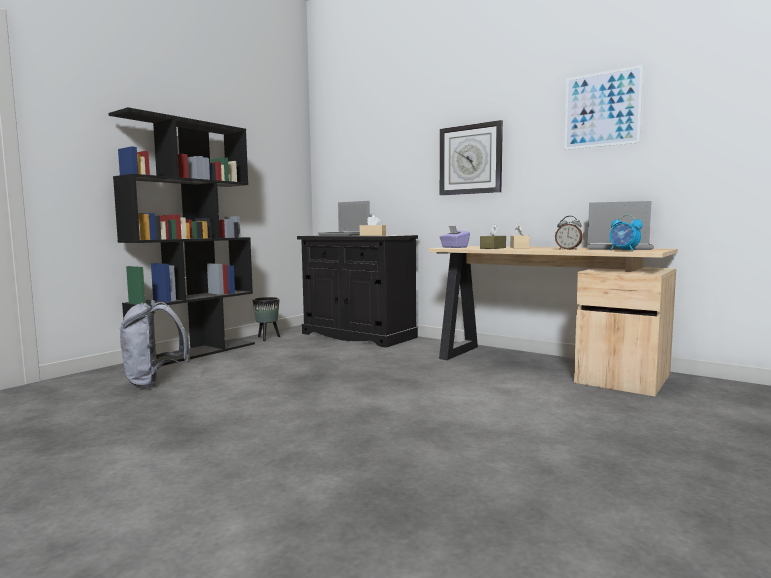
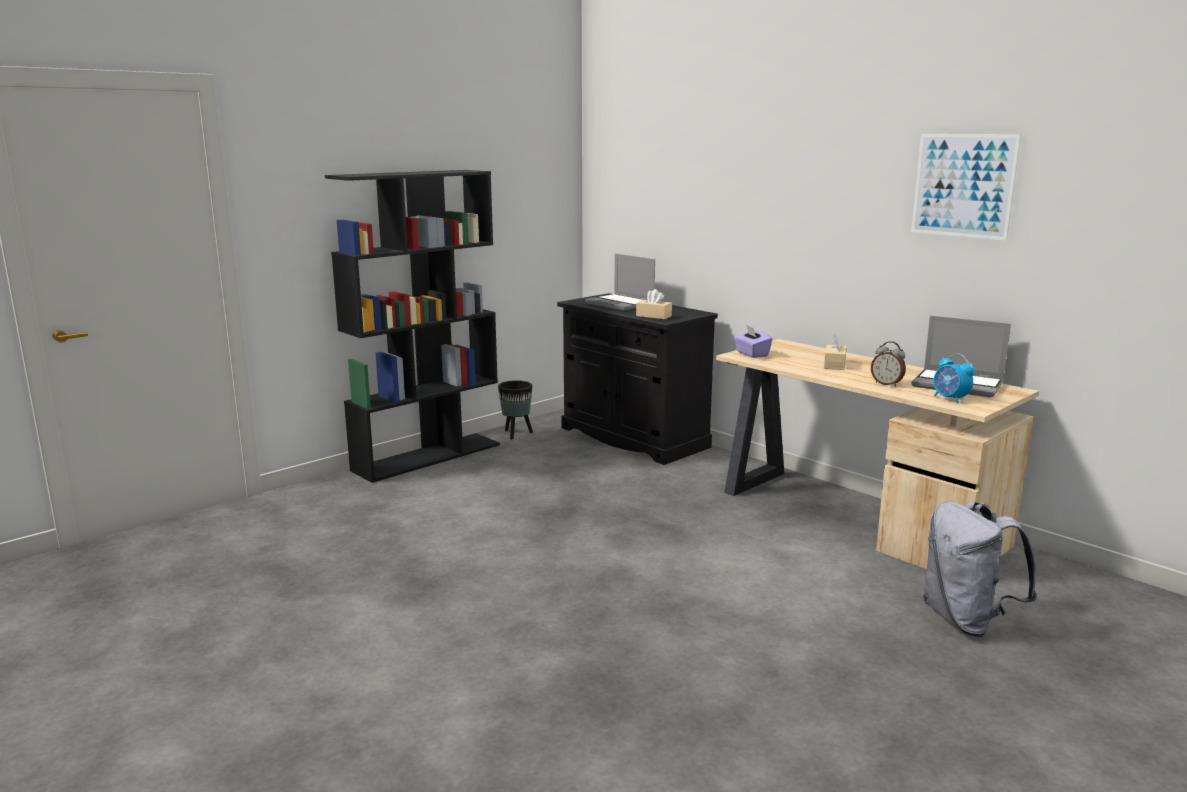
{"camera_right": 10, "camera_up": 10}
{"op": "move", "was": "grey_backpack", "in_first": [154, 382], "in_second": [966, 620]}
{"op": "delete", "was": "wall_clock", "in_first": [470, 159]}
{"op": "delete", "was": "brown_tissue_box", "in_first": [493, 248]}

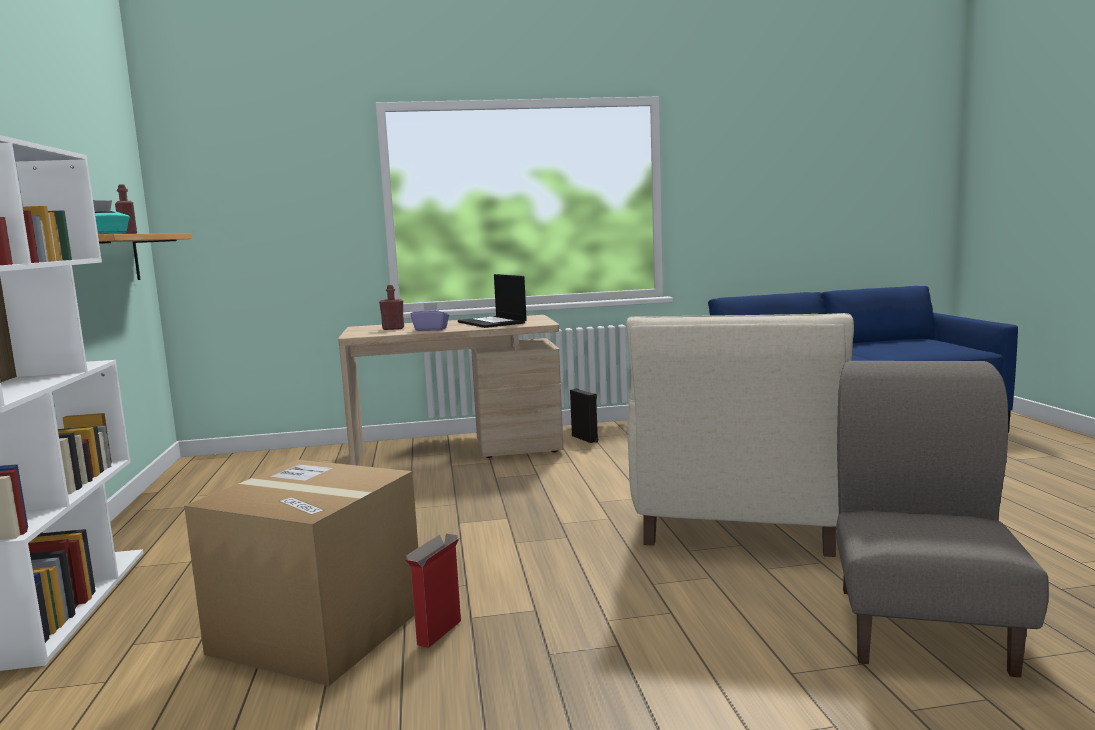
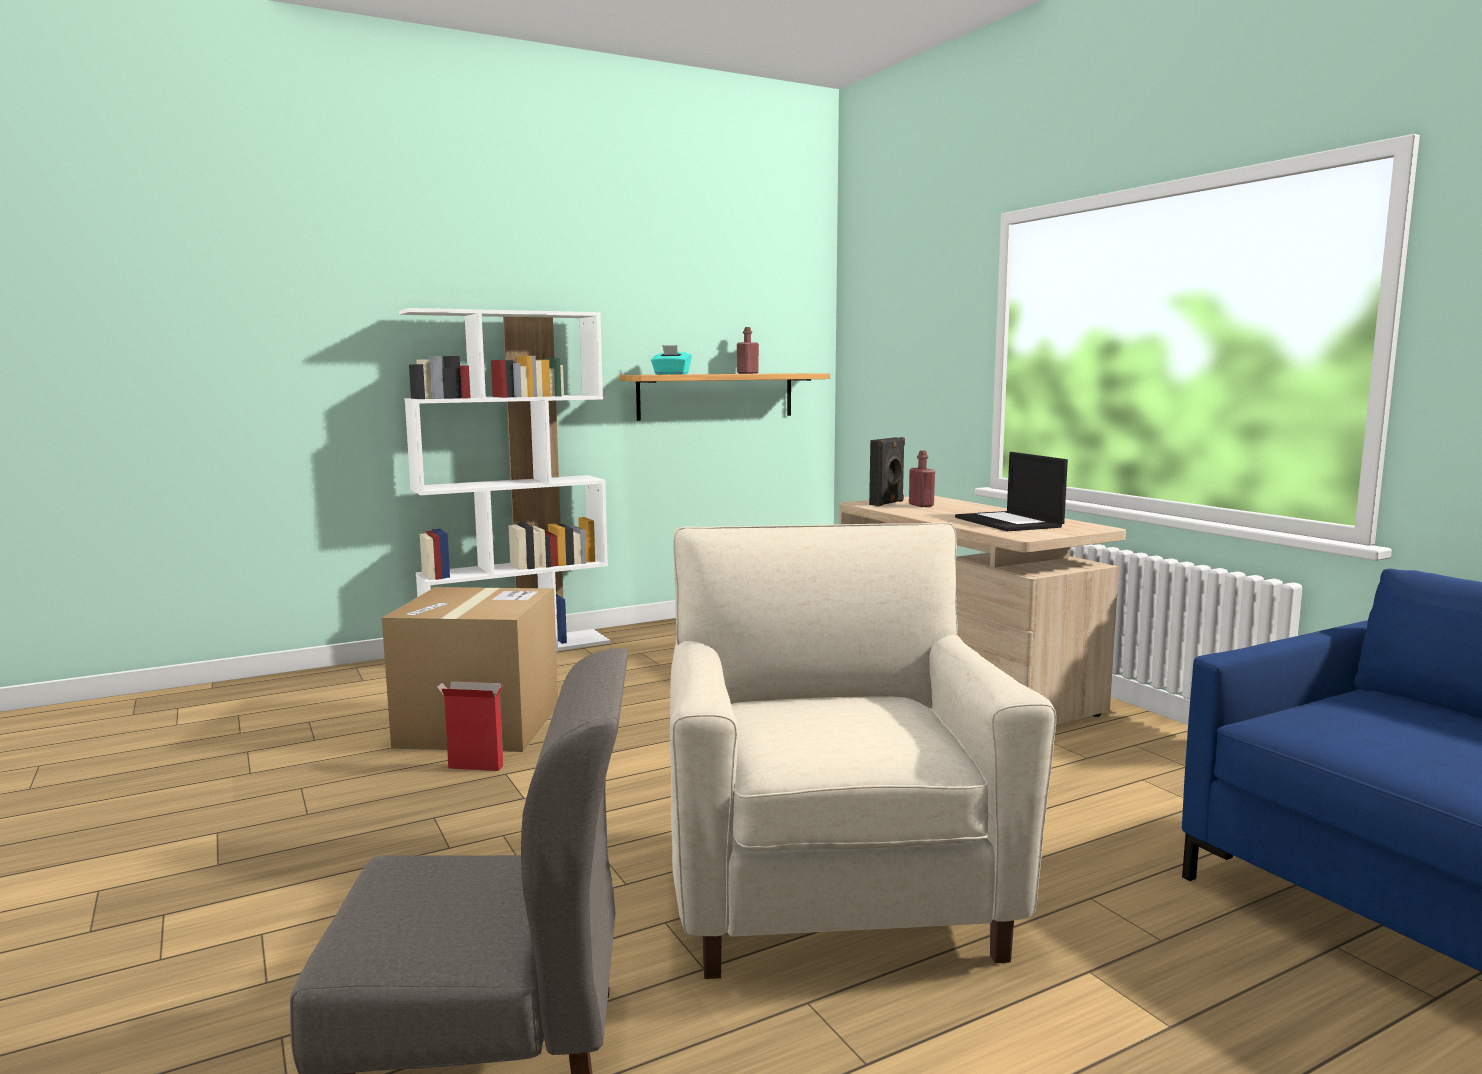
{"camera_right": 70, "camera_up": 0}
{"op": "delete", "was": "purple_tissue_box", "in_first": [431, 329]}
{"op": "rotate", "was": "laptop", "in_first": [492, 322], "in_second": [1010, 522], "clockwise": -60}
{"op": "move", "was": "black_speaker", "in_first": [585, 438], "in_second": [887, 503]}
{"op": "rotate", "was": "beige_armchair", "in_first": [737, 521], "in_second": [834, 889], "clockwise": 90}

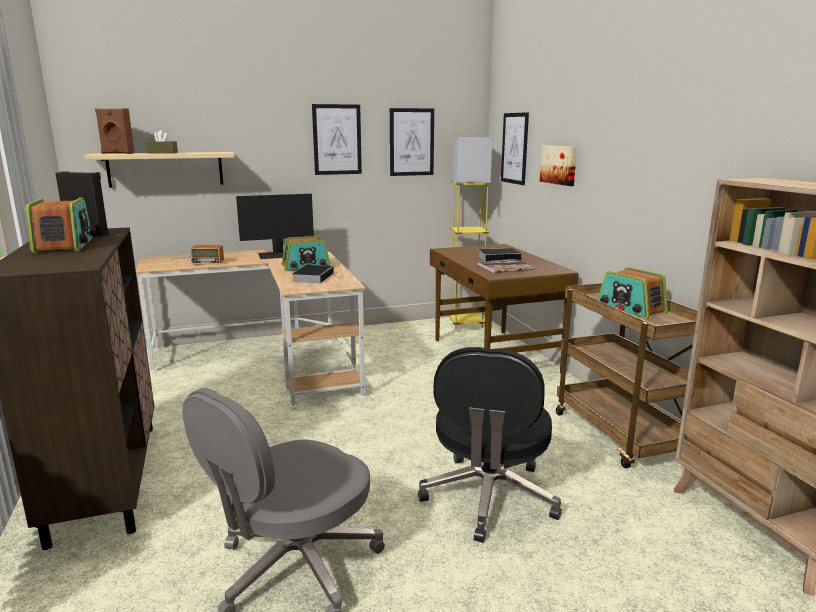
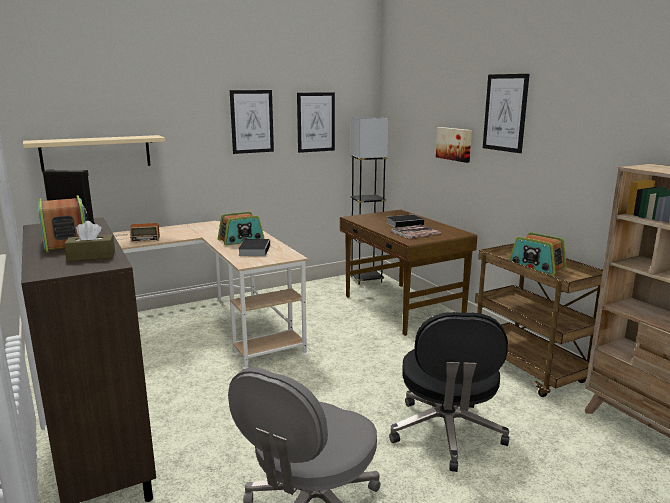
{"camera_right": -10, "camera_up": 0}
{"op": "delete", "was": "brown_speaker", "in_first": [117, 153]}
{"op": "move", "was": "brown_tissue_box", "in_first": [162, 153], "in_second": [91, 256]}
{"op": "delete", "was": "monitor", "in_first": [279, 255]}
{"op": "recolor", "was": "yellow_floor_lamp", "now": "grey_floor_lamp", "in_first": [466, 323], "in_second": [366, 279]}
{"op": "move", "was": "picture", "in_first": [514, 148], "in_second": [505, 113]}

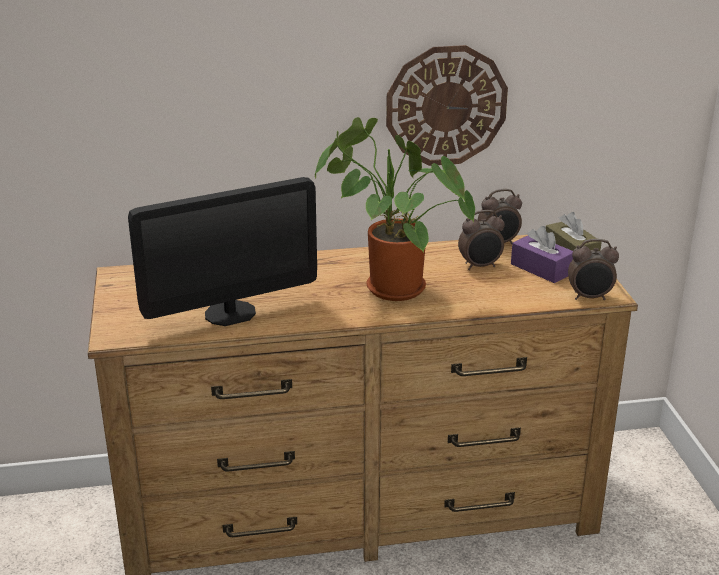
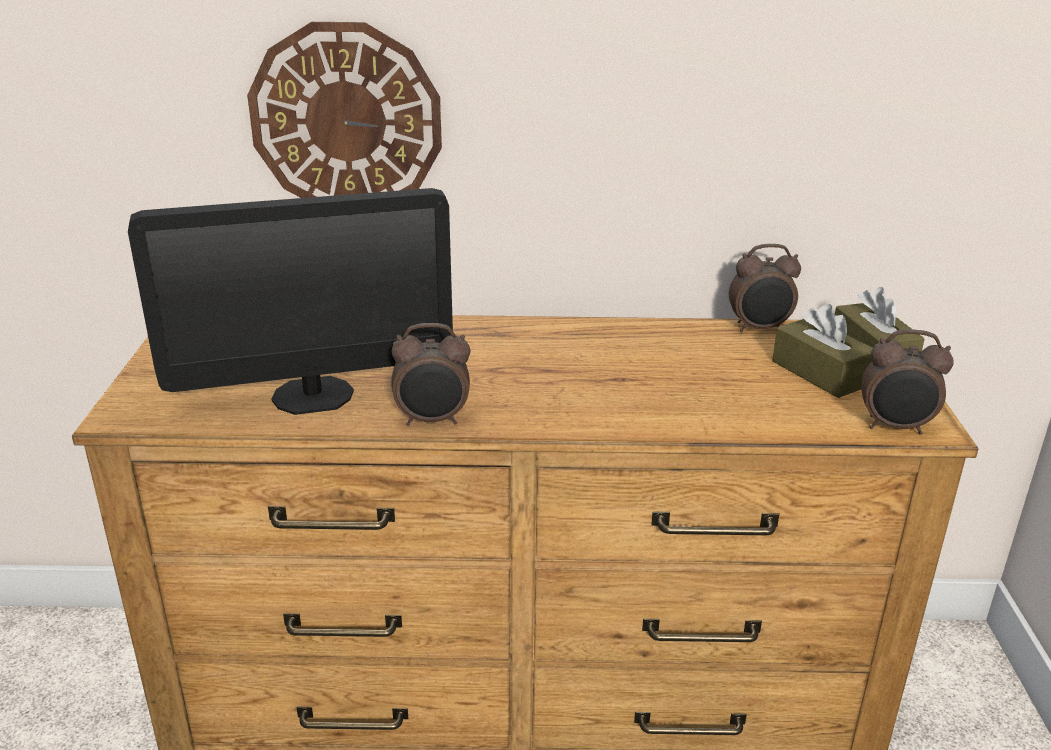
{"camera_right": 10, "camera_up": 0}
{"op": "delete", "was": "potted_plant", "in_first": [388, 288]}
{"op": "move", "was": "wall_clock", "in_first": [446, 106], "in_second": [346, 120]}
{"op": "move", "was": "alarm_clock", "in_first": [480, 266], "in_second": [432, 420]}
{"op": "recolor", "was": "purple_tissue_box", "now": "brown_tissue_box", "in_first": [541, 269], "in_second": [820, 373]}

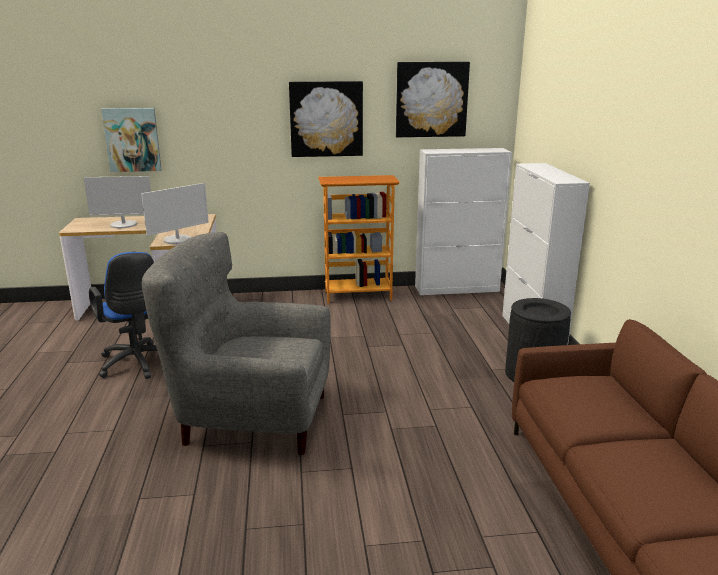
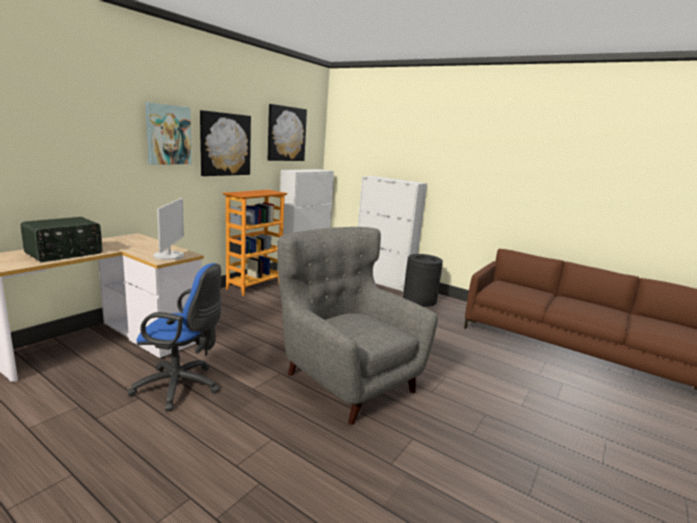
{"camera_right": -50, "camera_up": -5}
{"op": "replace", "was": "monitor", "now": "radio", "in_first": [124, 225], "in_second": [65, 253]}
{"op": "move", "was": "picture", "in_first": [132, 140], "in_second": [168, 134]}
{"op": "rotate", "was": "grey_armchair", "in_first": [250, 418], "in_second": [347, 380], "clockwise": 90}

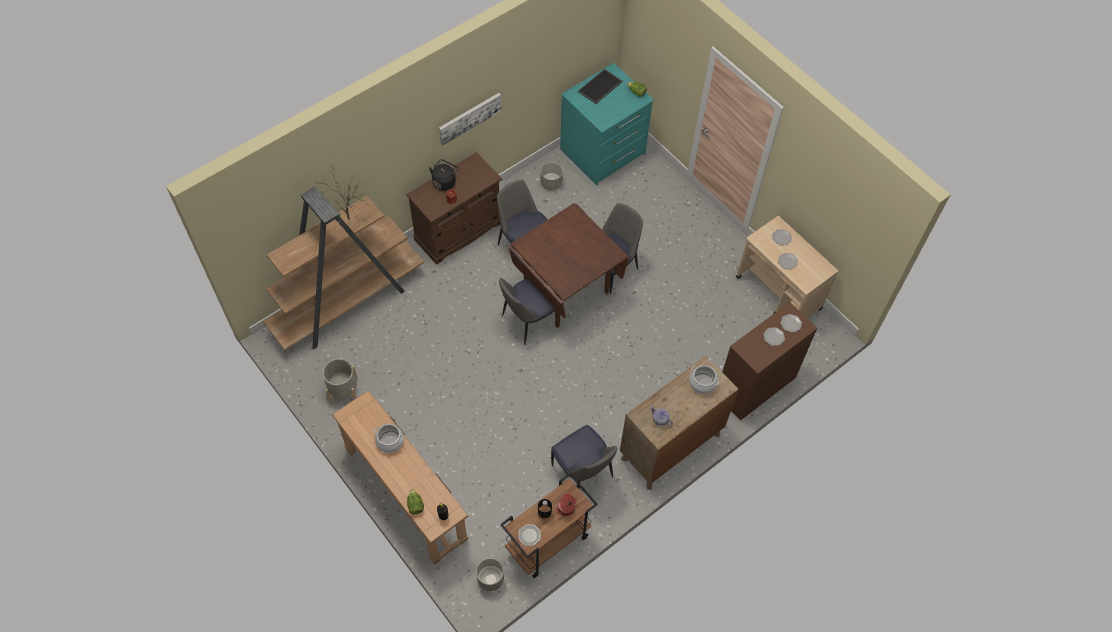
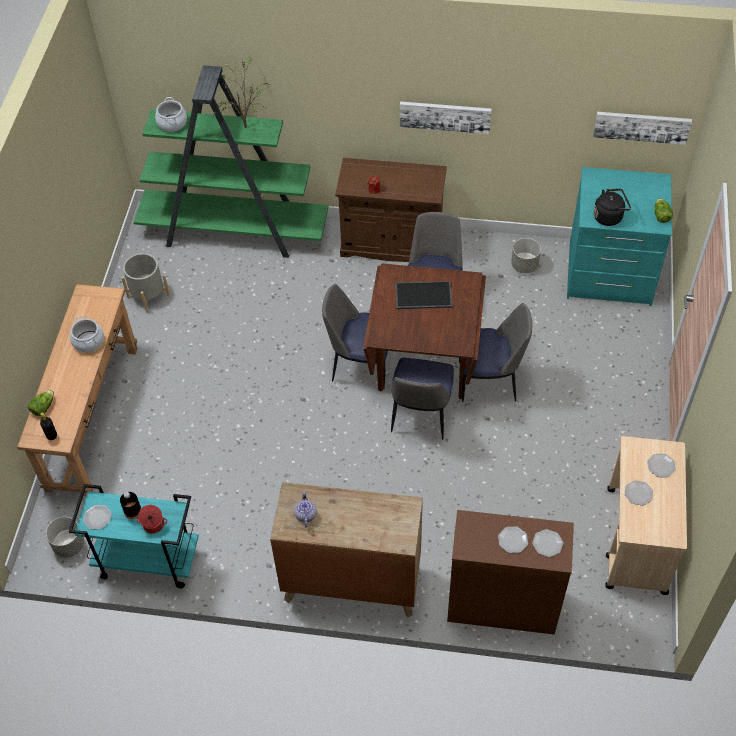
{"camera_right": 50, "camera_up": -5}
{"op": "recolor", "was": "brown_bookcase", "now": "green_bookcase", "in_first": [348, 302], "in_second": [235, 232]}
{"op": "move", "was": "black_kettle", "in_first": [445, 182], "in_second": [609, 216]}
{"op": "recolor", "was": "brown_cart", "now": "turquoise_cart", "in_first": [547, 543], "in_second": [147, 561]}
{"op": "move", "was": "chair", "in_first": [583, 473], "in_second": [420, 415]}
{"op": "move", "was": "tray", "in_first": [600, 87], "in_second": [423, 296]}
{"op": "move", "was": "cooking_pot", "in_first": [702, 383], "in_second": [172, 123]}
{"op": "insert", "now": "picture", "in_second": [641, 126]}

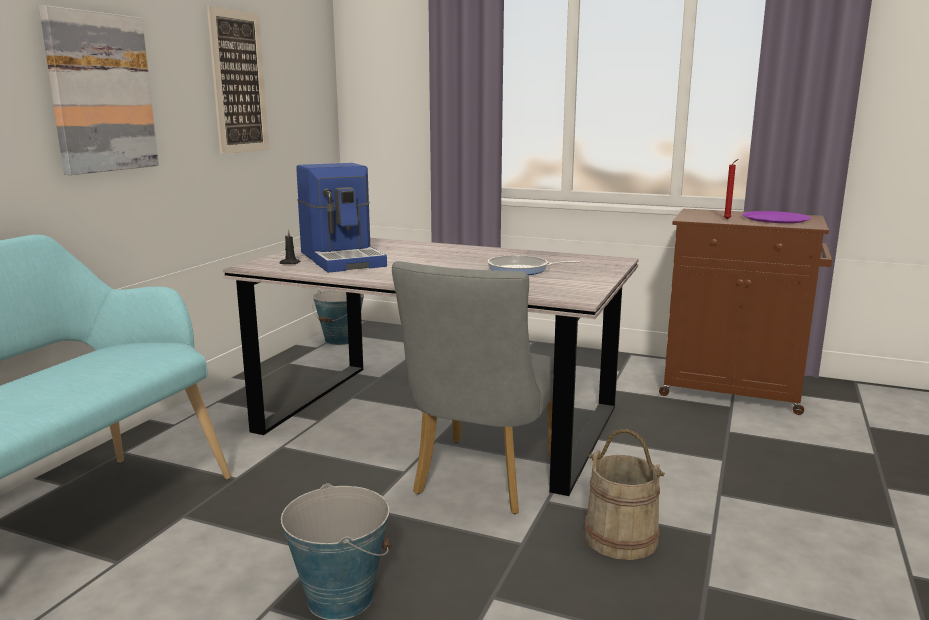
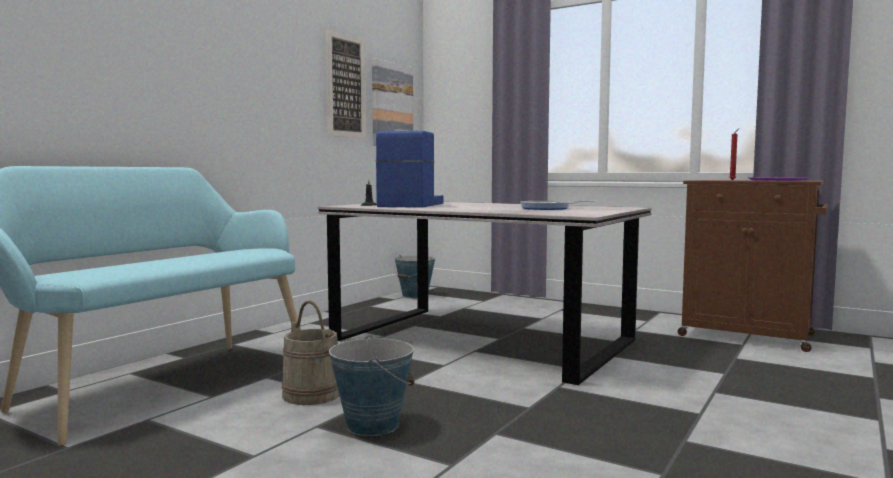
{"camera_right": 10, "camera_up": -10}
{"op": "move", "was": "picture", "in_first": [101, 93], "in_second": [391, 105]}
{"op": "rotate", "was": "coffee_machine", "in_first": [343, 259], "in_second": [410, 205], "clockwise": -150}
{"op": "delete", "was": "grey_chair", "in_first": [481, 480]}
{"op": "move", "was": "beige_bucket", "in_first": [620, 538], "in_second": [311, 394]}

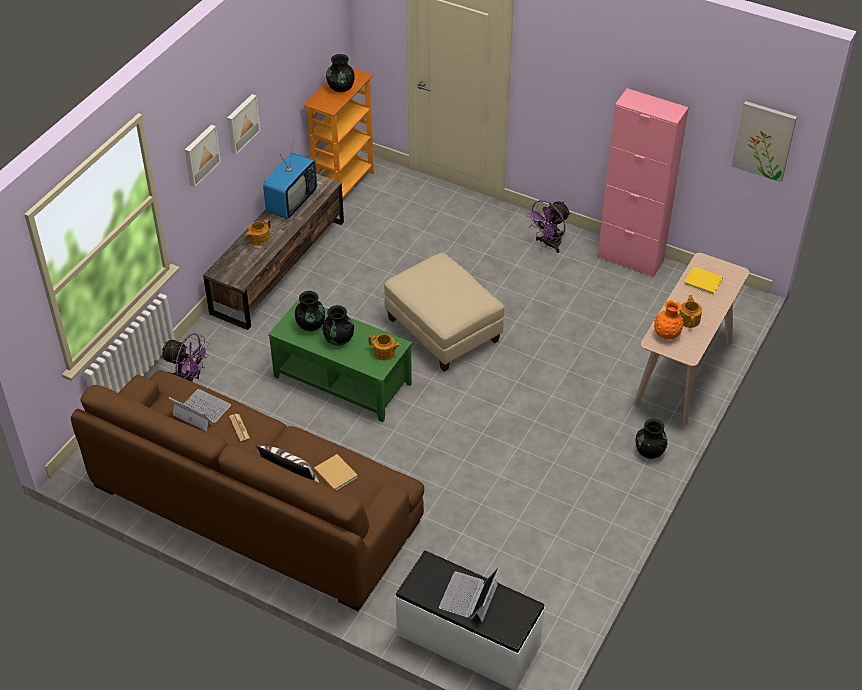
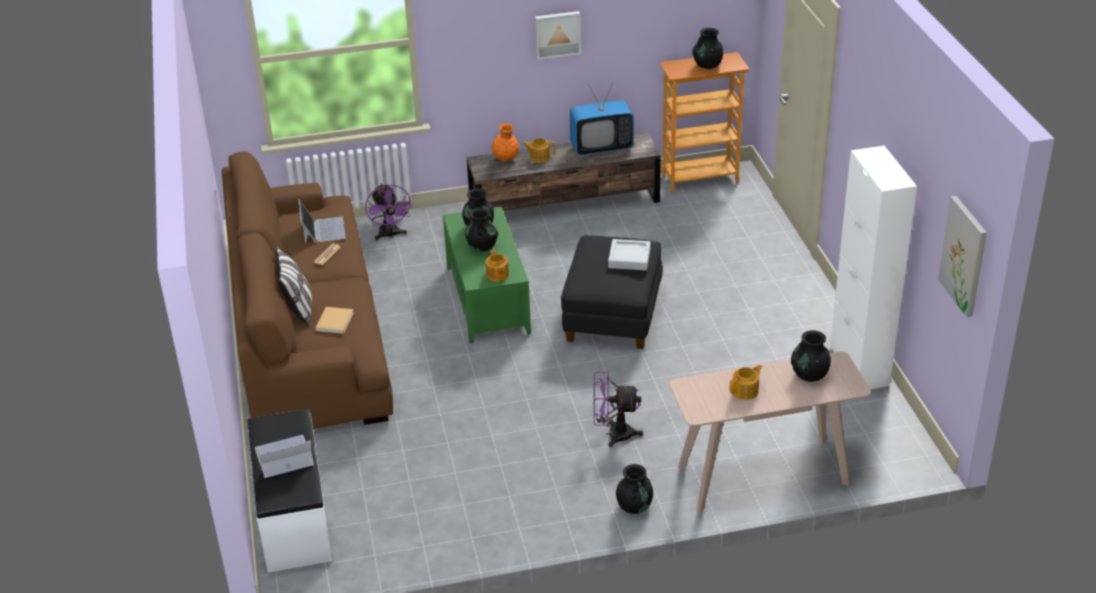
{"camera_right": 50, "camera_up": -10}
{"op": "delete", "was": "picture", "in_first": [200, 155]}
{"op": "recolor", "was": "beige_ottoman", "now": "black_ottoman", "in_first": [443, 330], "in_second": [613, 316]}
{"op": "move", "was": "purple_fan", "in_first": [548, 244], "in_second": [613, 434]}
{"op": "recolor", "was": "pink_cabinet", "now": "white_cabinet", "in_first": [630, 259], "in_second": [859, 365]}
{"op": "move", "was": "orange_vase", "in_first": [666, 334], "in_second": [506, 159]}
{"op": "replace", "was": "yellow_book", "now": "black_vase", "in_first": [704, 282], "in_second": [809, 375]}
{"op": "insert", "now": "grey_tray", "in_second": [629, 258]}

